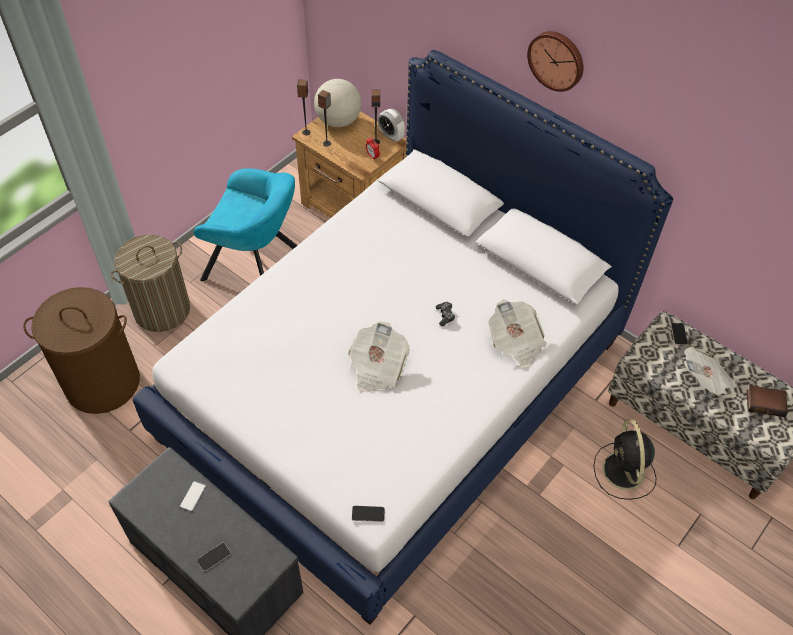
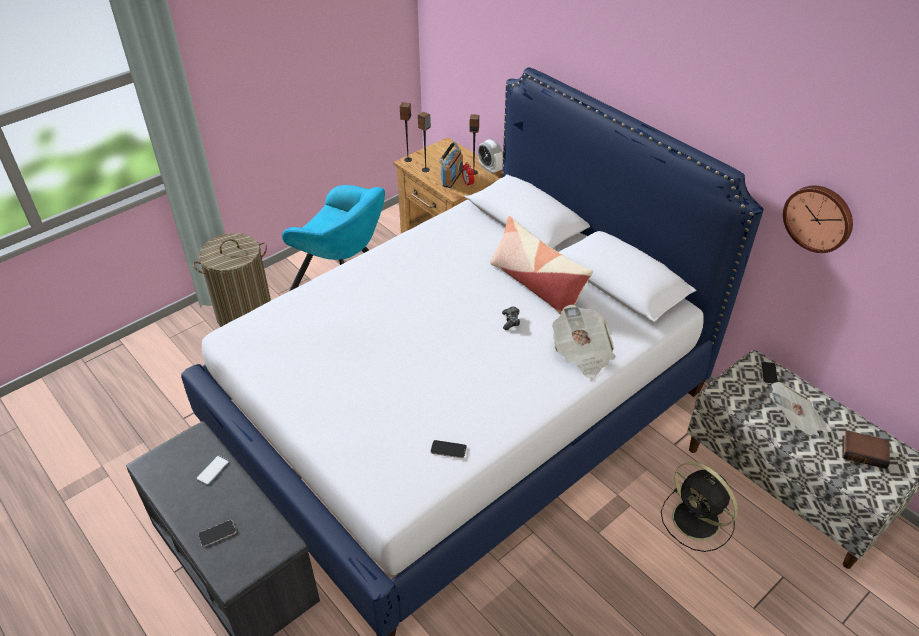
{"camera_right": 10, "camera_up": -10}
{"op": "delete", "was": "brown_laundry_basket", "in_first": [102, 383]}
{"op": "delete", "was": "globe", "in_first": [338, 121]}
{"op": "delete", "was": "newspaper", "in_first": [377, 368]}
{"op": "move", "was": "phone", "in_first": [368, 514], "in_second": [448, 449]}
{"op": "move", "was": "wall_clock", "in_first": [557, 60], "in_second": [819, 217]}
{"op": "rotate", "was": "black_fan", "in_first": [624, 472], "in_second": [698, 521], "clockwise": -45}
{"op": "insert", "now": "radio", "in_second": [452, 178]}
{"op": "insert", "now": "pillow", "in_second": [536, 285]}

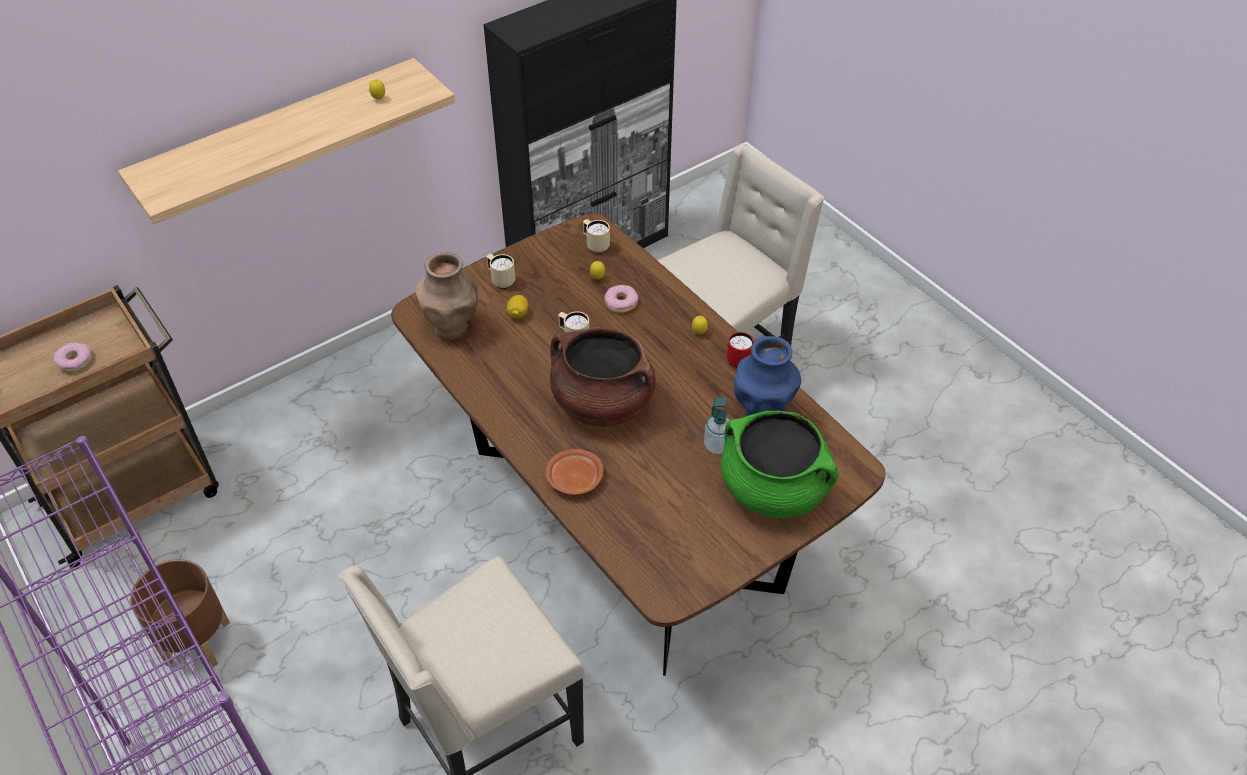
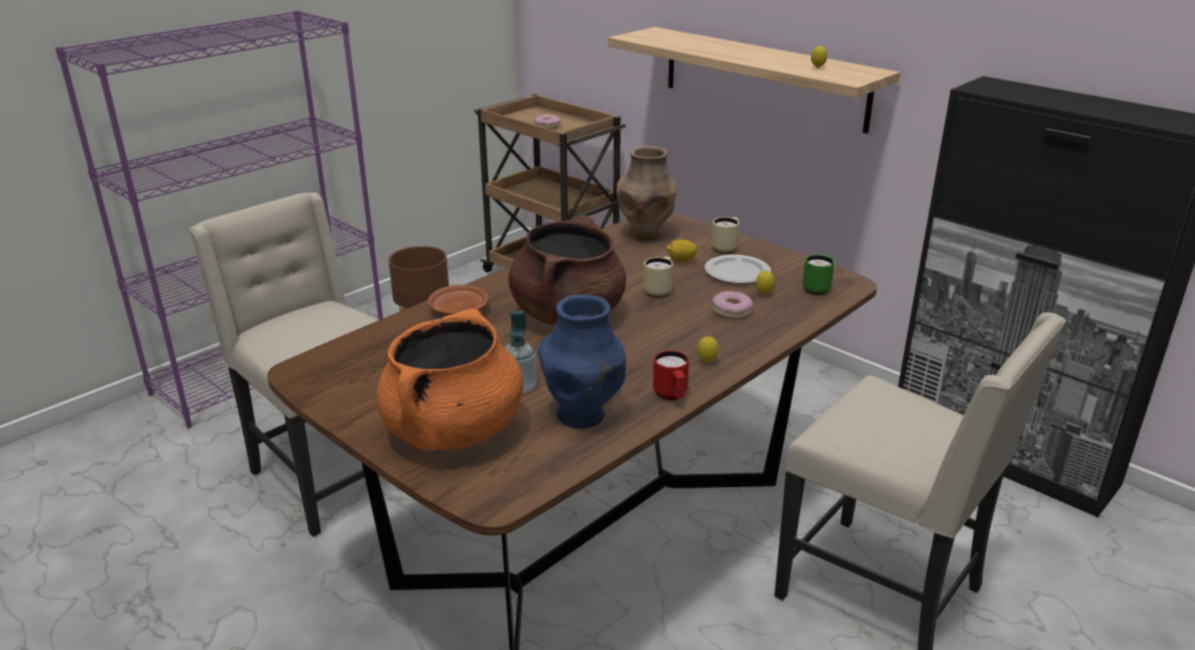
{"camera_right": 80, "camera_up": -20}
{"op": "recolor", "was": "beige_mug", "now": "green_mug", "in_first": [595, 245], "in_second": [818, 288]}
{"op": "recolor", "was": "green_cooking_pot", "now": "orange_cooking_pot", "in_first": [774, 489], "in_second": [454, 431]}
{"op": "insert", "now": "plate", "in_second": [736, 272]}

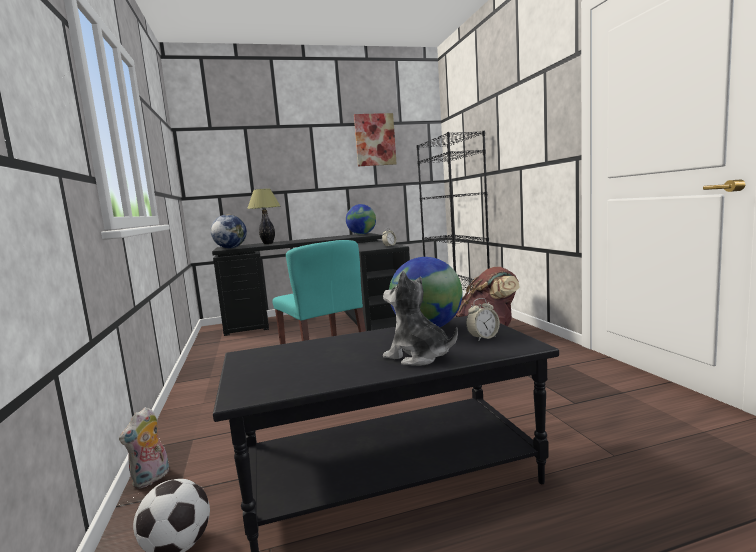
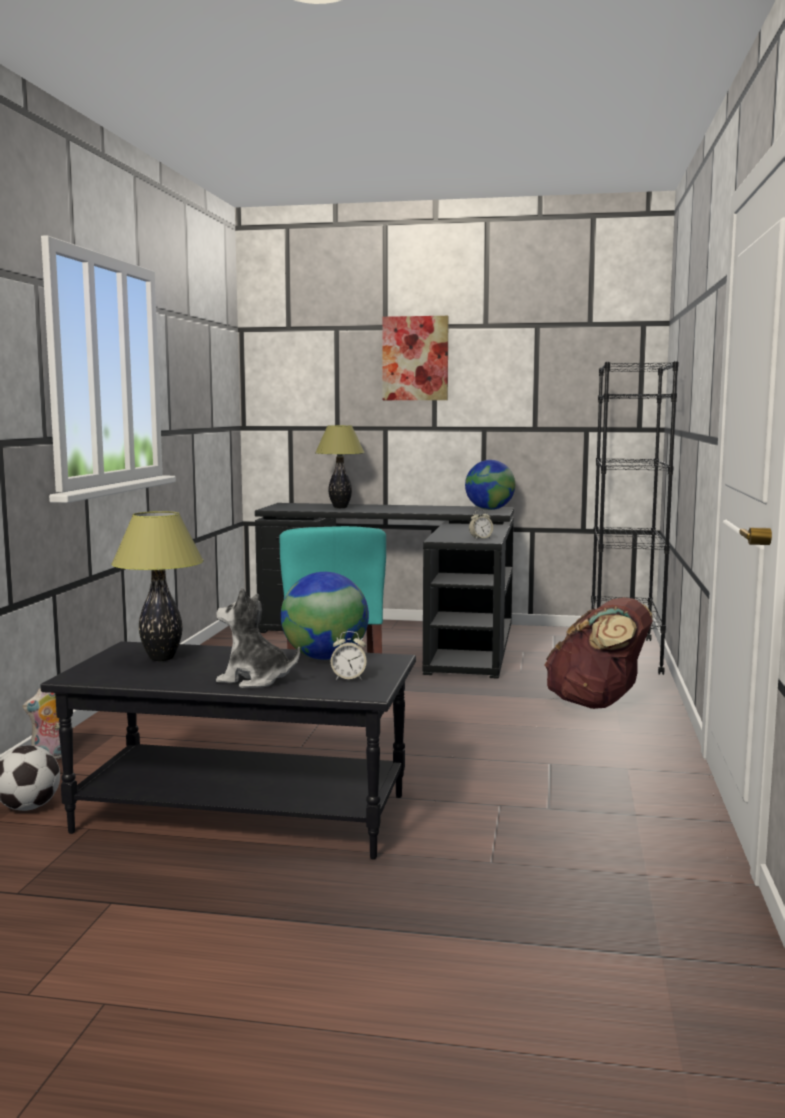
{"camera_right": 25, "camera_up": 0}
{"op": "delete", "was": "globe", "in_first": [230, 248]}
{"op": "move", "was": "picture", "in_first": [375, 140], "in_second": [415, 358]}
{"op": "rotate", "was": "plush_toy", "in_first": [418, 356], "in_second": [255, 680], "clockwise": -45}
{"op": "insert", "now": "table_lamp", "in_second": [162, 658]}

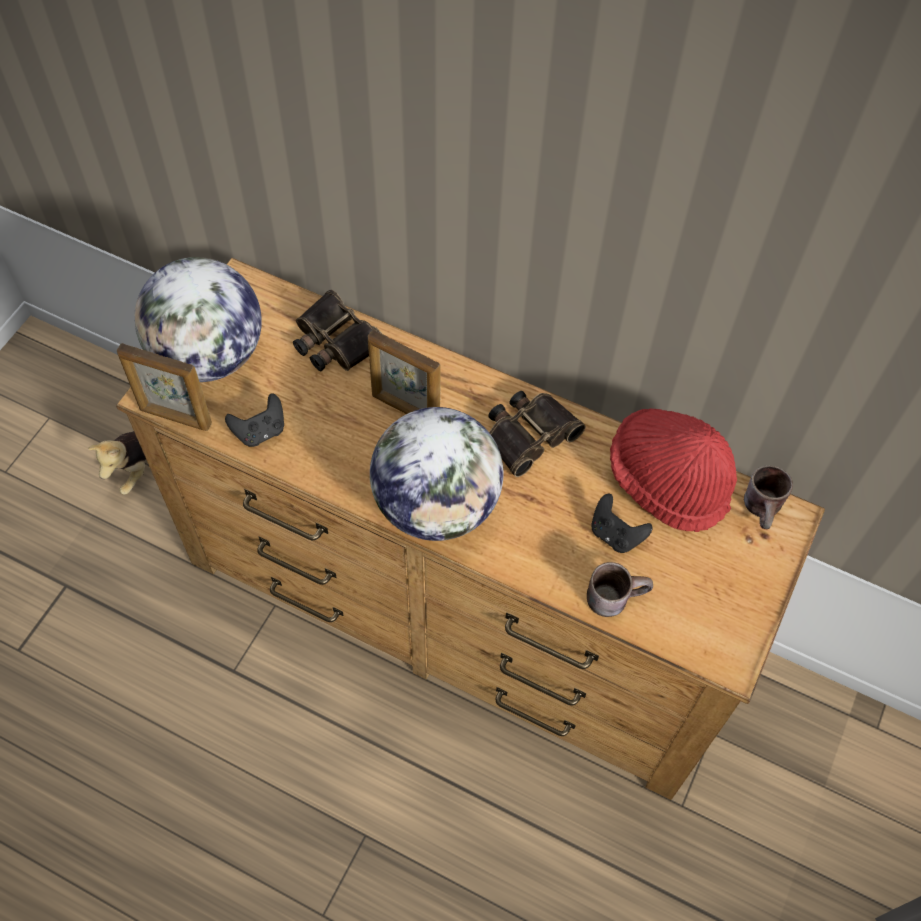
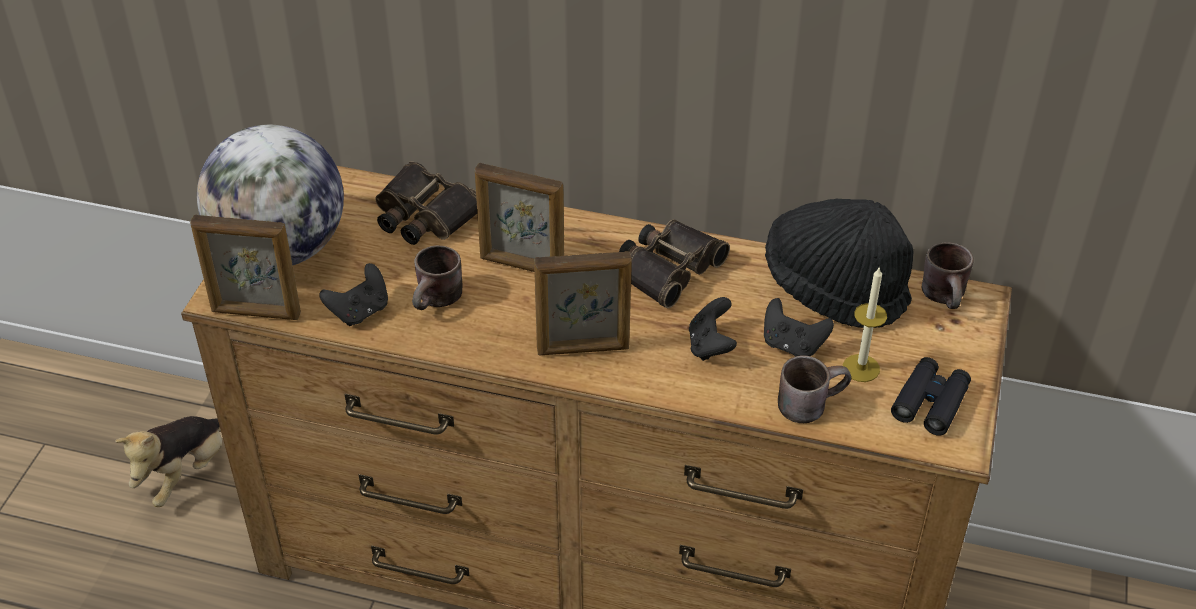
{"camera_right": -10, "camera_up": -15}
{"op": "replace", "was": "globe", "now": "picture_frame", "in_first": [437, 504], "in_second": [583, 349]}
{"op": "recolor", "was": "red_hat", "now": "black_hat", "in_first": [667, 482], "in_second": [834, 288]}
{"op": "insert", "now": "brown_mug", "in_second": [439, 301]}
{"op": "insert", "now": "black_game_controller", "in_second": [710, 345]}
{"op": "insert", "now": "candle", "in_second": [861, 368]}
{"op": "insert", "now": "black_binoculars", "in_second": [930, 402]}

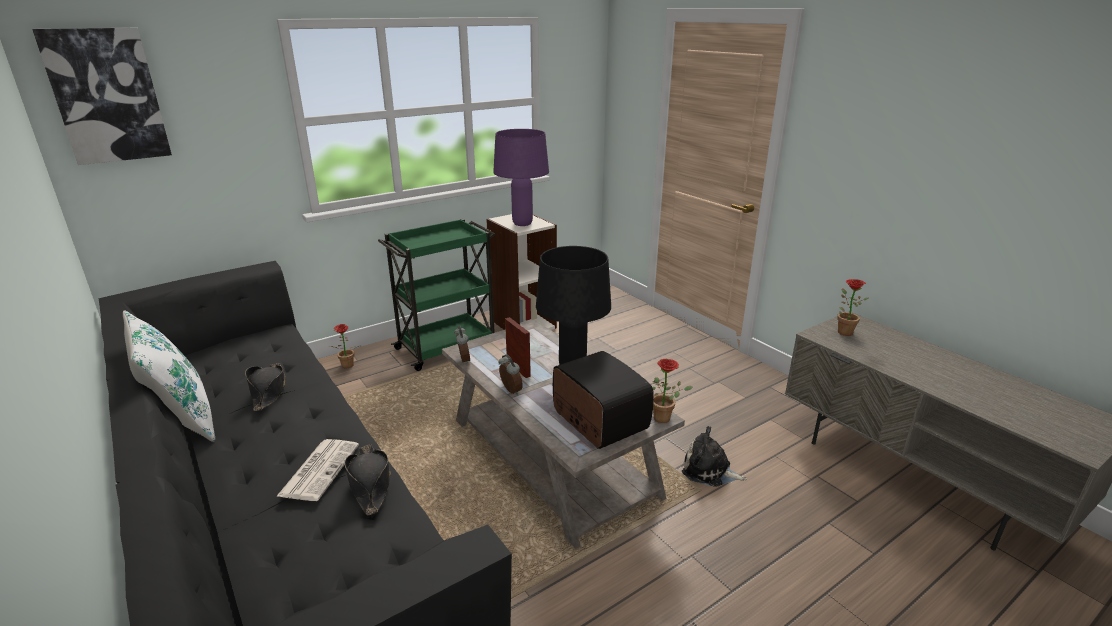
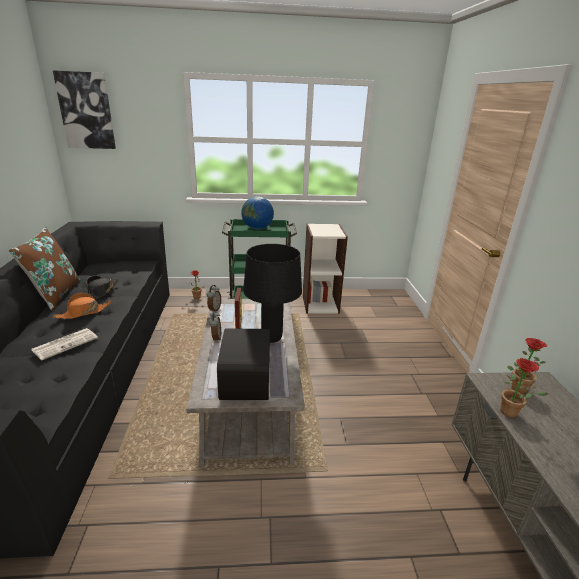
{"camera_right": 30, "camera_up": 0}
{"op": "recolor", "was": "white_pillow", "now": "brown_pillow", "in_first": [182, 419], "in_second": [55, 294]}
{"op": "delete", "was": "black_hat", "in_first": [370, 484]}
{"op": "delete", "was": "purple_table_lamp", "in_first": [522, 224]}
{"op": "move", "was": "potted_plant", "in_first": [665, 418], "in_second": [512, 414]}
{"op": "delete", "was": "plush_toy", "in_first": [709, 471]}
{"op": "insert", "now": "orange_hat", "in_second": [83, 312]}
{"op": "insert", "now": "globe", "in_second": [257, 228]}

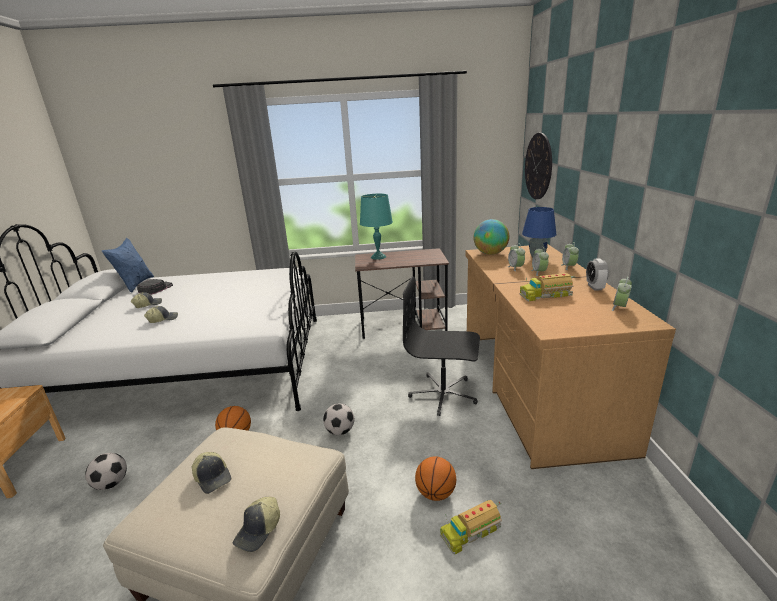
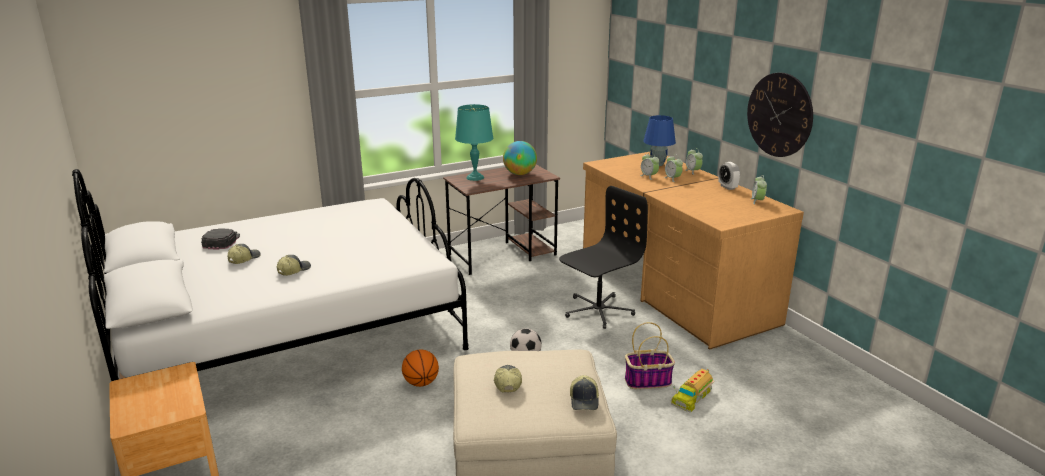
{"camera_right": -25, "camera_up": 0}
{"op": "delete", "was": "football", "in_first": [111, 483]}
{"op": "delete", "was": "blue_pillow", "in_first": [135, 285]}
{"op": "rotate", "was": "cap", "in_first": [213, 477], "in_second": [507, 383], "clockwise": -120}
{"op": "rotate", "was": "black_office_chair", "in_first": [443, 394], "in_second": [597, 310], "clockwise": 150}
{"op": "replace", "was": "basketball", "now": "basket", "in_first": [435, 493], "in_second": [648, 381]}
{"op": "move", "was": "globe", "in_first": [490, 253], "in_second": [520, 174]}
{"op": "delete", "was": "toy_truck", "in_first": [546, 294]}
{"op": "move", "was": "wall_clock", "in_first": [538, 166], "in_second": [779, 115]}

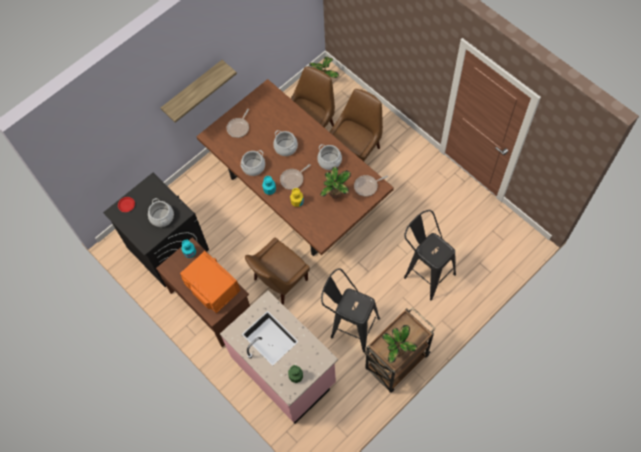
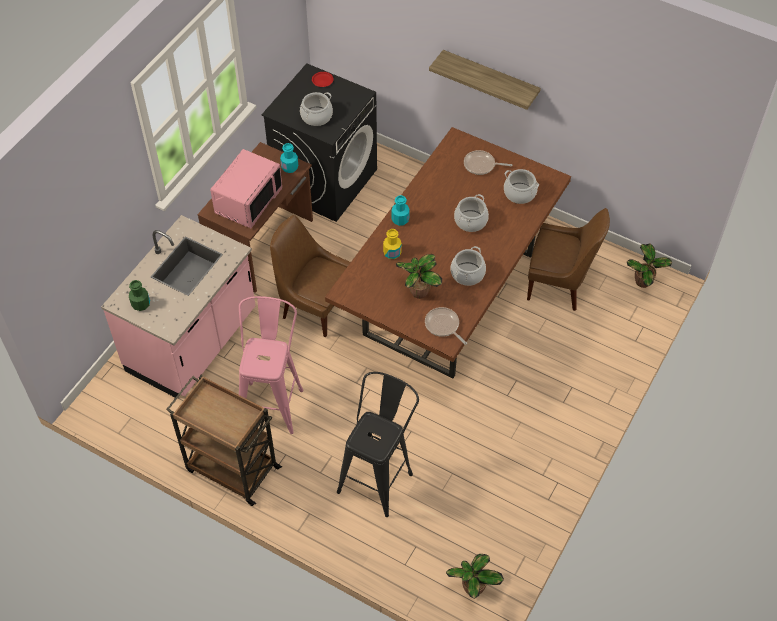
{"camera_right": 70, "camera_up": -10}
{"op": "recolor", "was": "orange_microwave", "now": "pink_microwave", "in_first": [211, 288], "in_second": [247, 201]}
{"op": "move", "was": "cooking_pot", "in_first": [253, 167], "in_second": [519, 193]}
{"op": "delete", "was": "frying_pan", "in_first": [293, 179]}
{"op": "recolor", "was": "black_stool", "now": "pink_stool", "in_first": [350, 325], "in_second": [273, 401]}
{"op": "delete", "was": "brown_chair", "in_first": [356, 150]}
{"op": "move", "was": "potted_plant", "in_first": [397, 351], "in_second": [472, 589]}

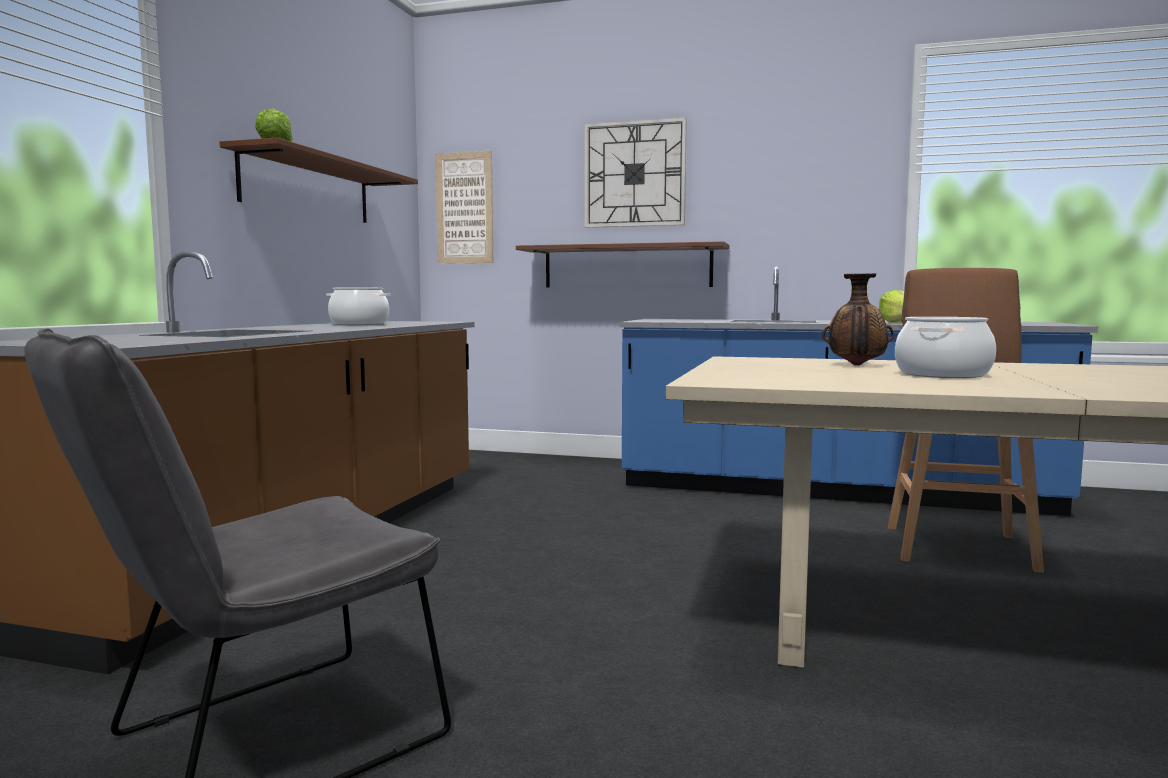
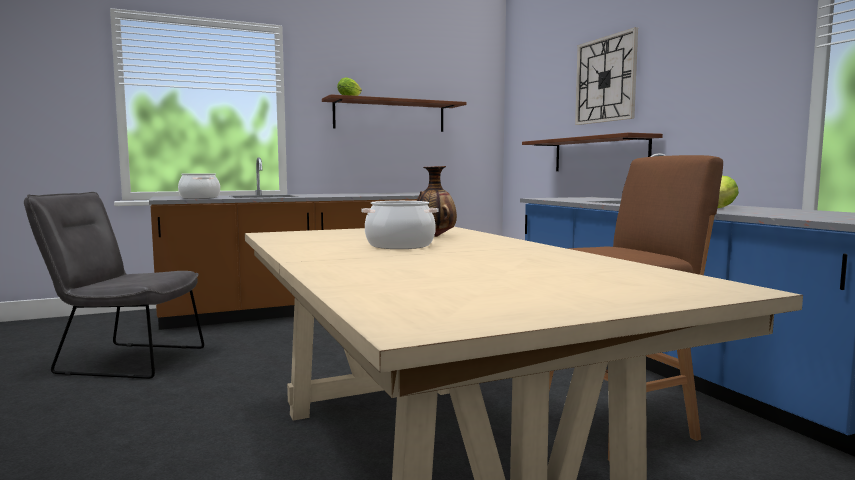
{"camera_right": 50, "camera_up": 0}
{"op": "move", "was": "cooking_pot", "in_first": [359, 324], "in_second": [199, 198]}
{"op": "delete", "was": "picture", "in_first": [464, 208]}

